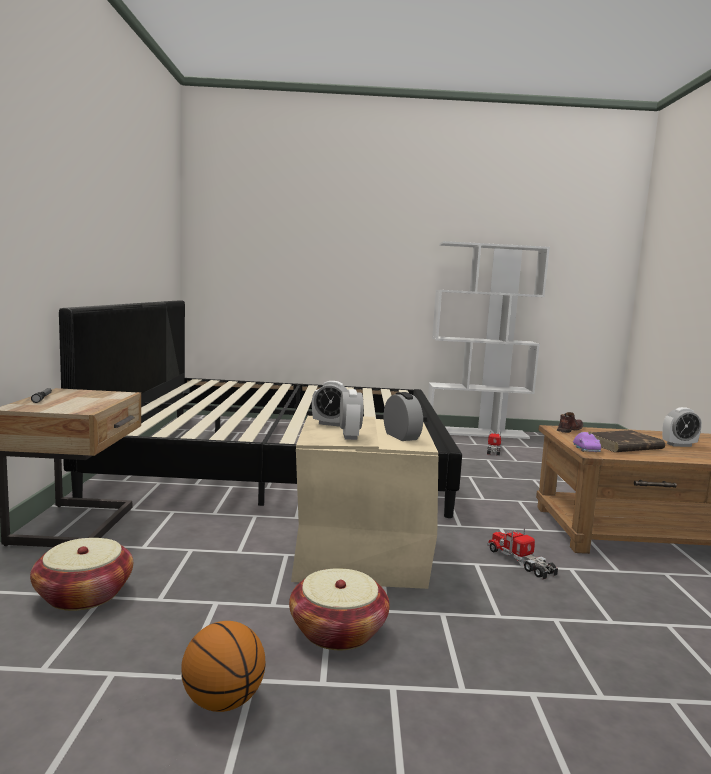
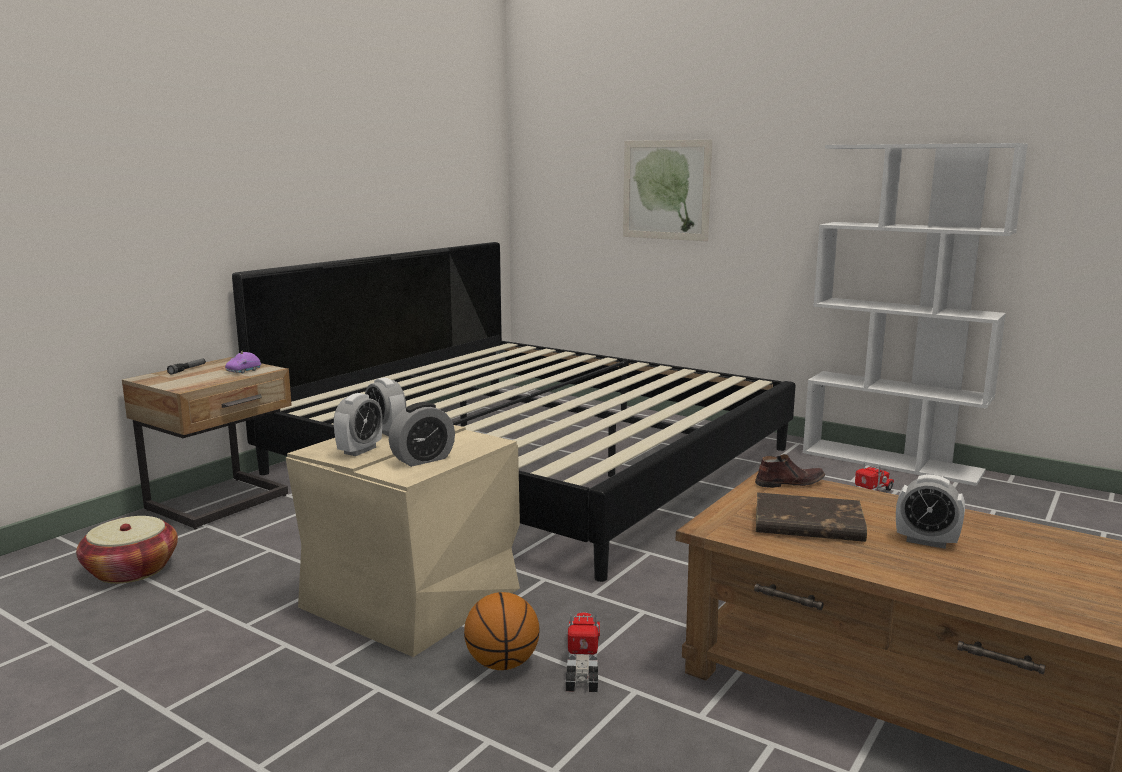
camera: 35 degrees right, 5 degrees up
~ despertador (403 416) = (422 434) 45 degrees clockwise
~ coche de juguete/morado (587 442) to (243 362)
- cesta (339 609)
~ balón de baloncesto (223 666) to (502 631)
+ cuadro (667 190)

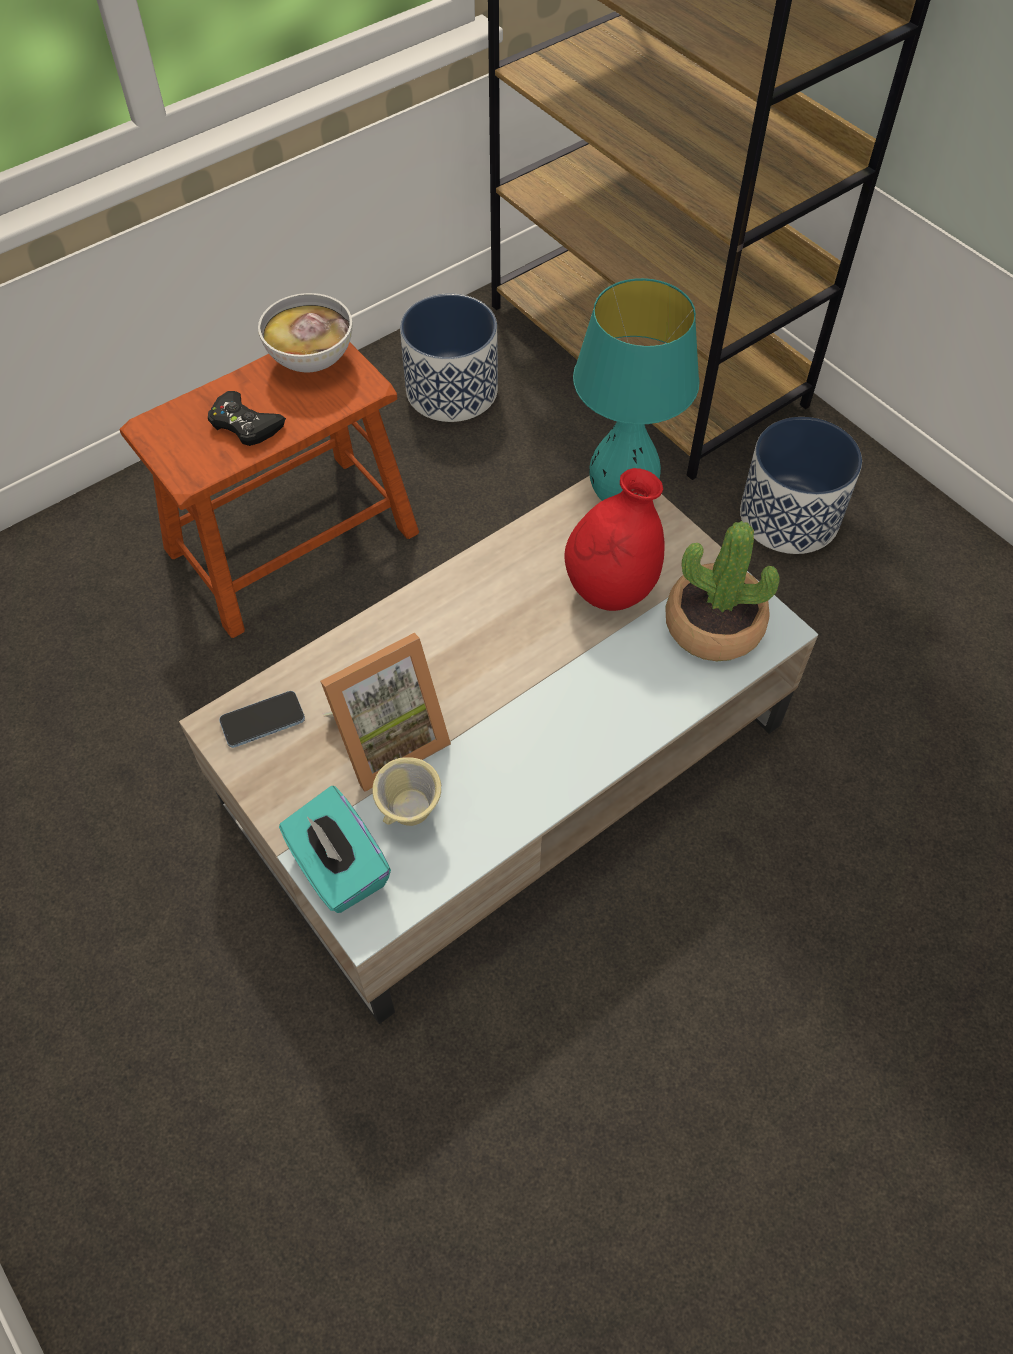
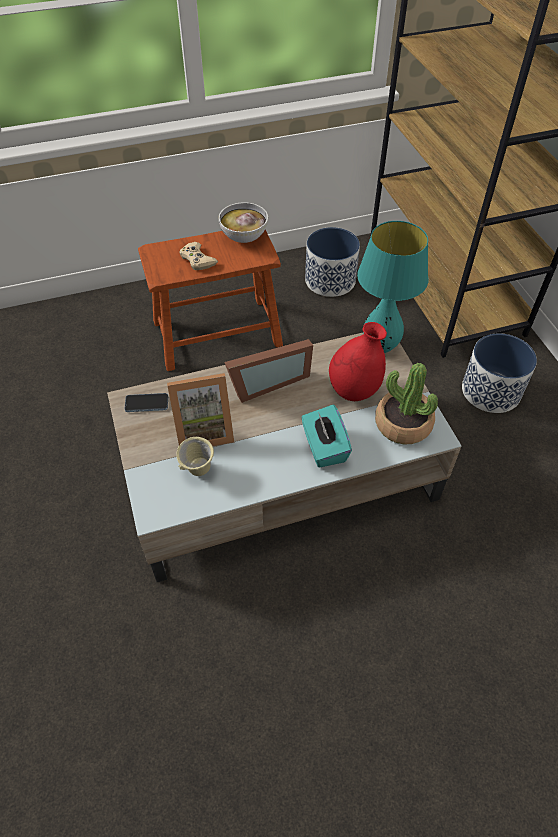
camera: 20 degrees right, 5 degrees down
~ mando de consola/negro (247 418) to mando de consola/beis (198 256)
~ caja de pañuelos/turquesa (335 849) to (326 436)
+ portarretratos (268 371)

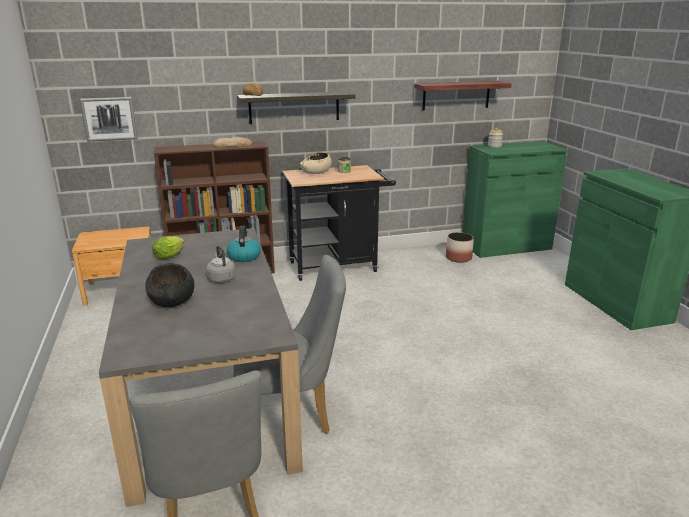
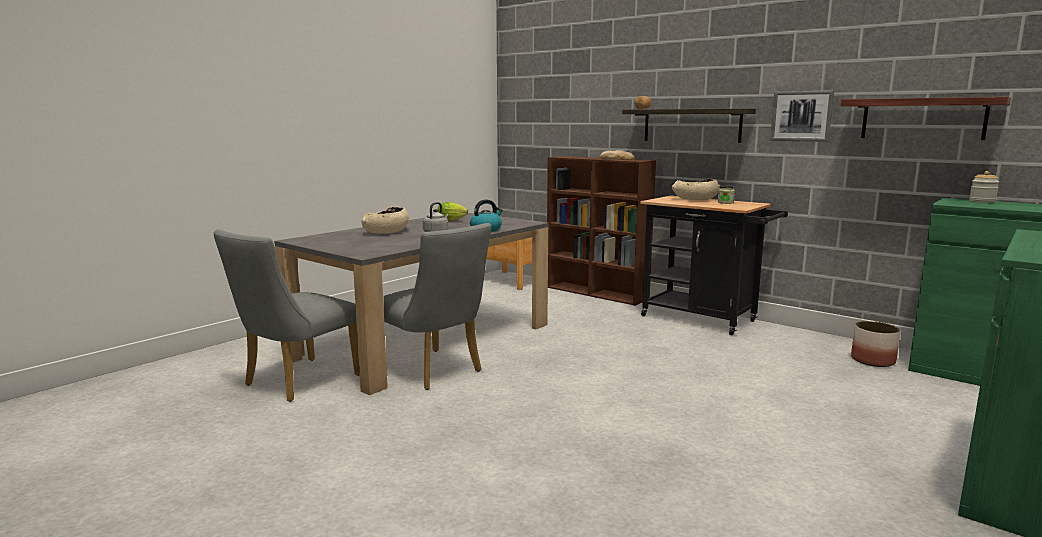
camera: 55 degrees right, 10 degrees down
~ cuadro (108 119) to (802 116)
~ cuenco/negro (169 285) to cuenco/beis (385 220)

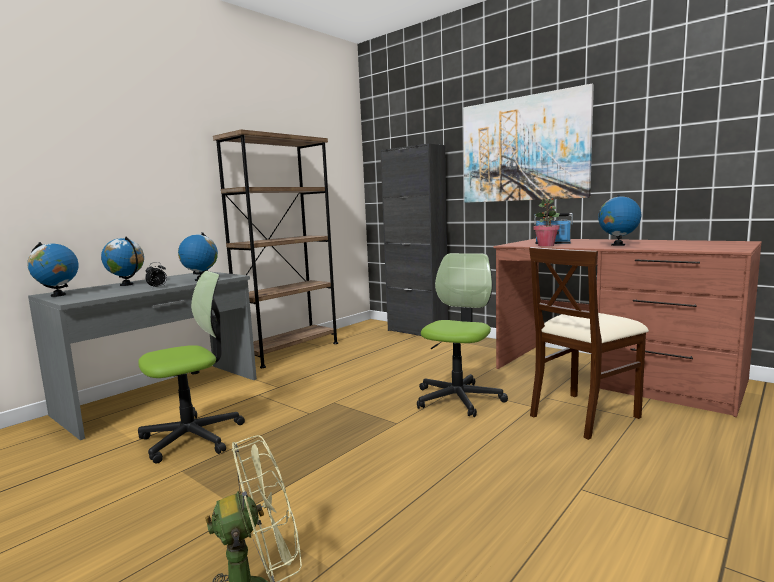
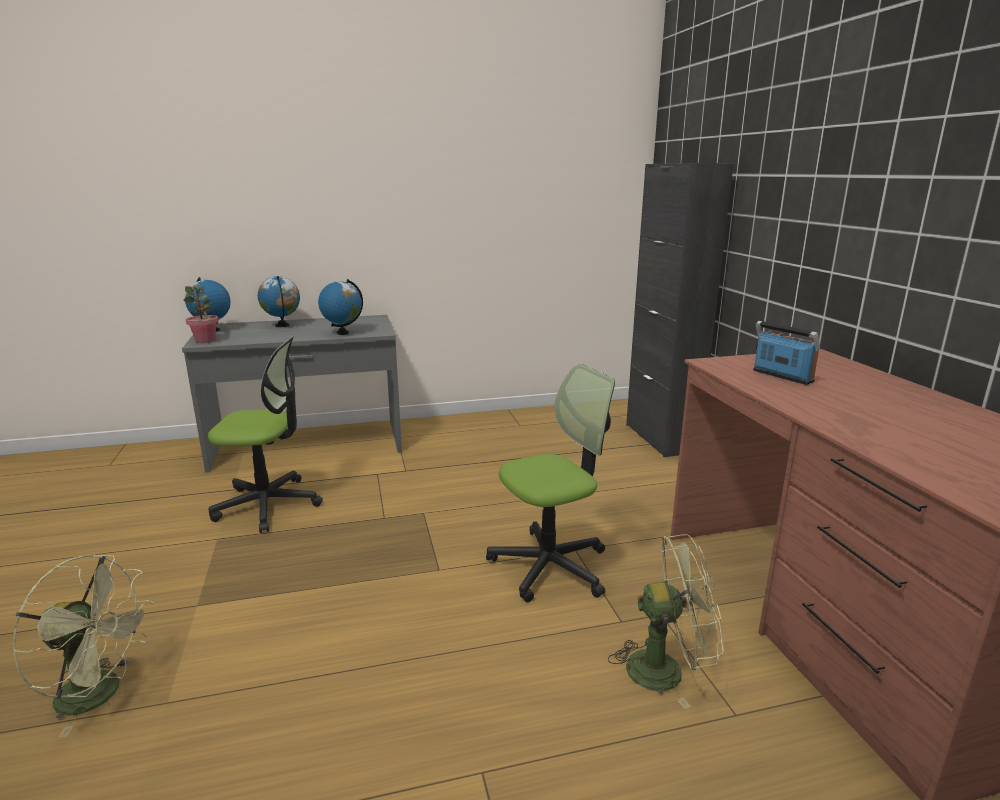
camera: 35 degrees right, 10 degrees up
- cuadro (528 143)
- estantería/marrón (275 248)
- globo terráqueo (619 220)
~ planta en maceta (546 222) to (201 314)
~ silla/beis (589 343) to ventilador/verde (666 621)
- despertador (156 275)

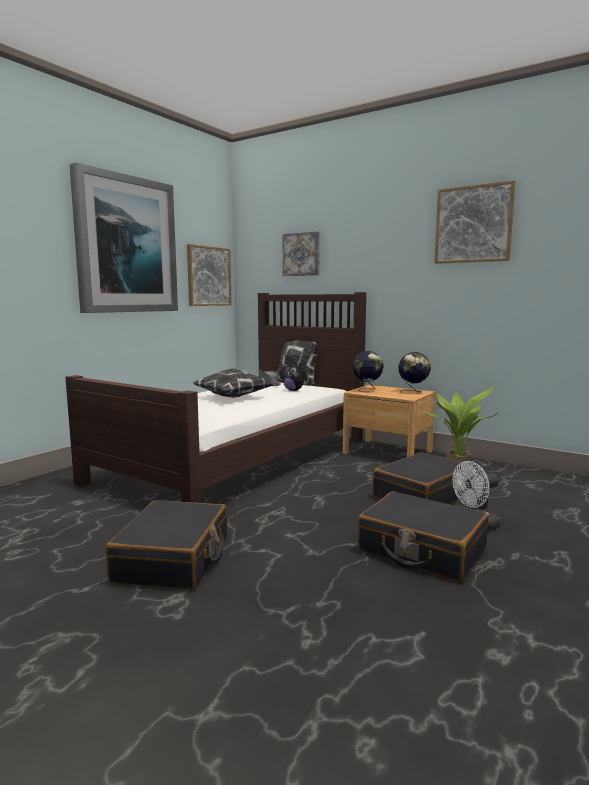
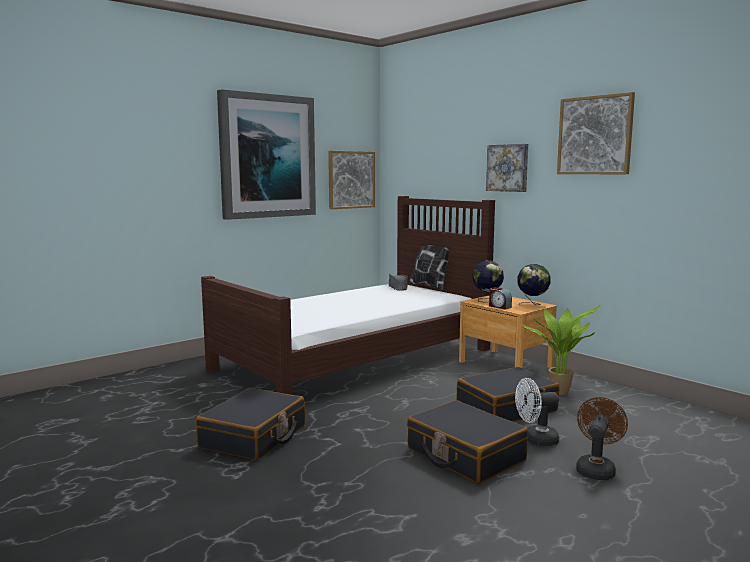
camera: 15 degrees right, 0 degrees up
~ cuadro (301 253) to (507 168)
- peluche (295 376)
- cojín (233 383)
+ despertador (500 298)
+ ventilador/marrón (602 438)

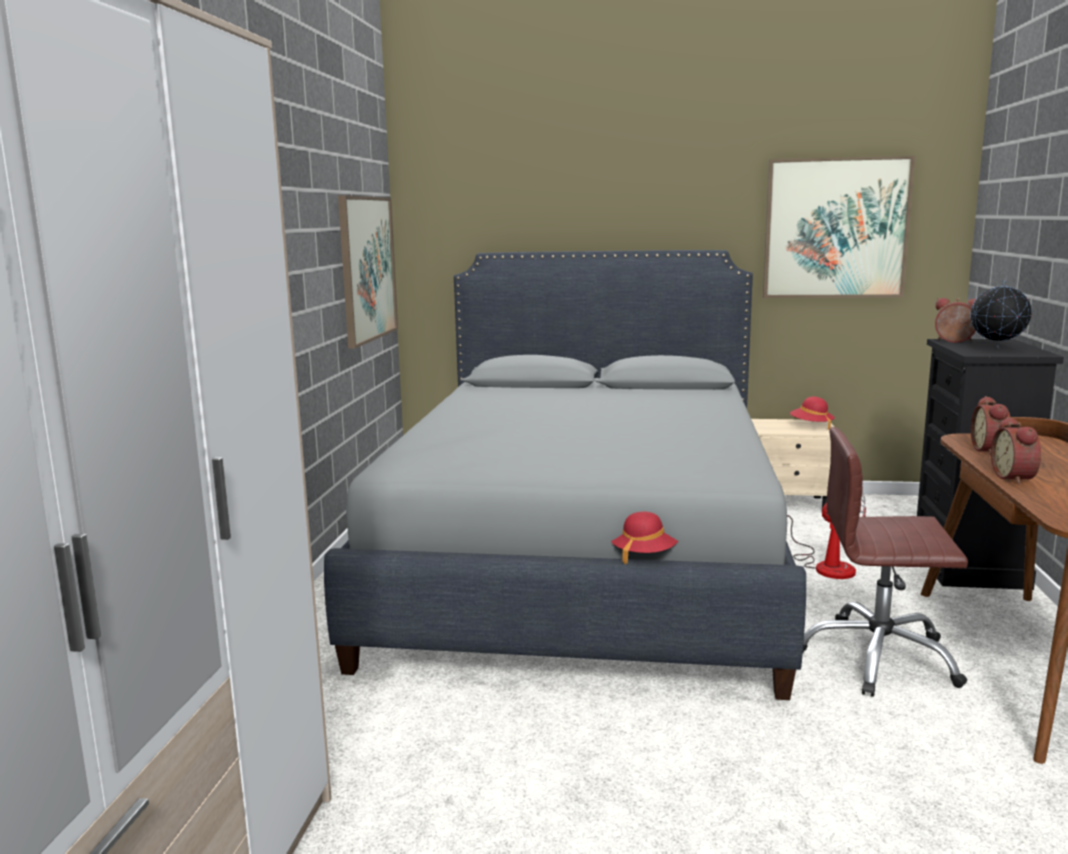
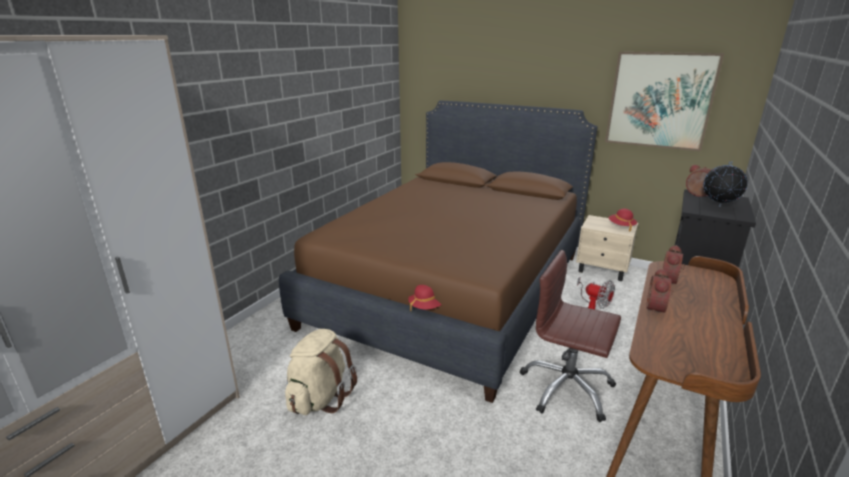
camera: 20 degrees right, 10 degrees up
- cuadro (368 271)
~ cama/gris (565 475) to cama/marrón (438 251)
+ mochila/beis (321 372)

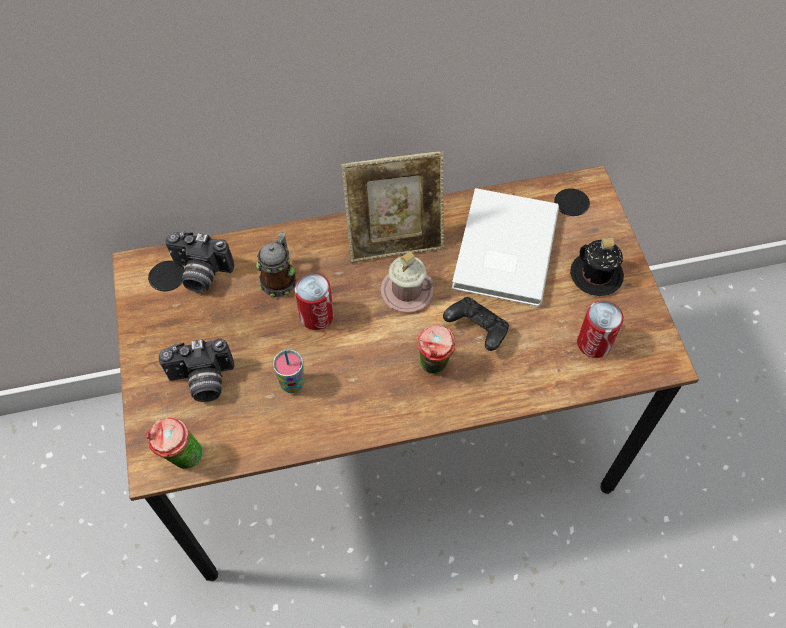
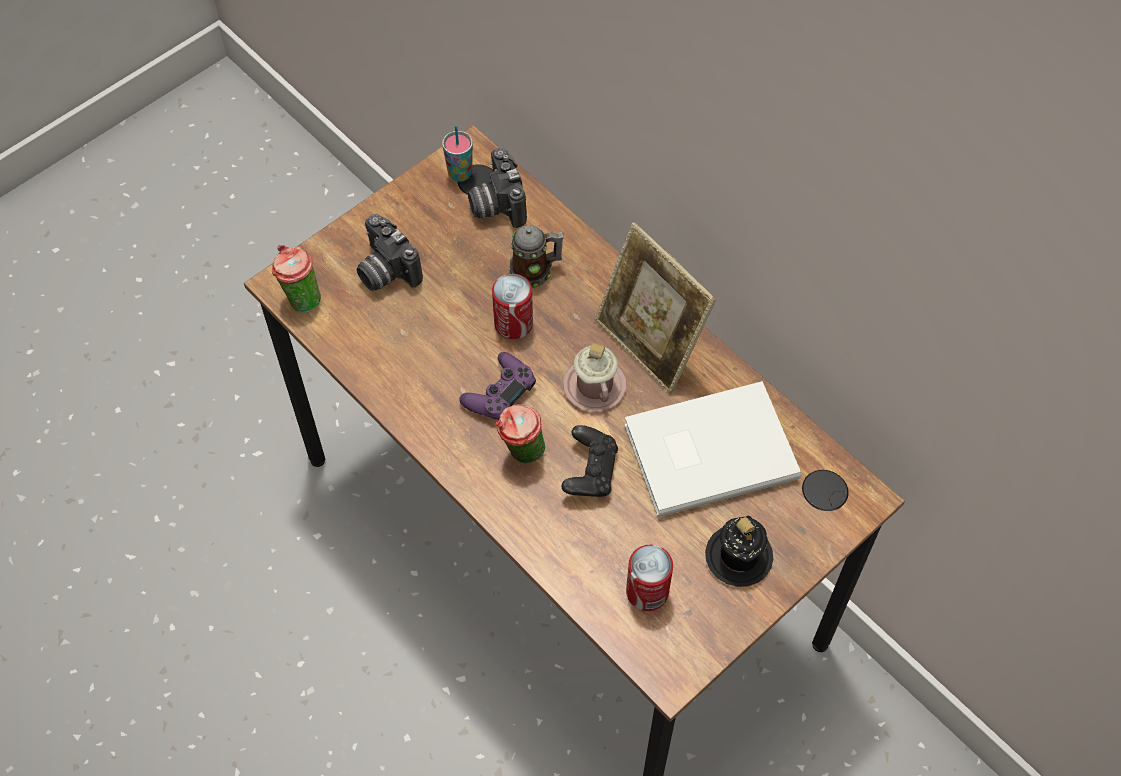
camera: 60 degrees right, 0 degrees up
~ taza (288 371) to (457 153)
+ mando de consola/morado (497 386)

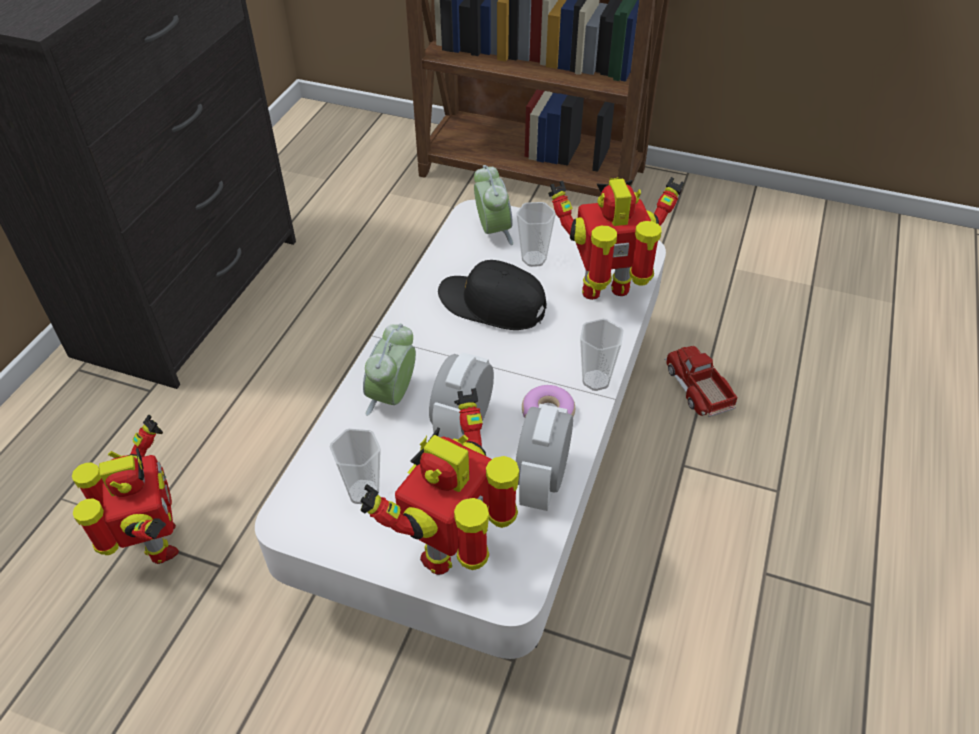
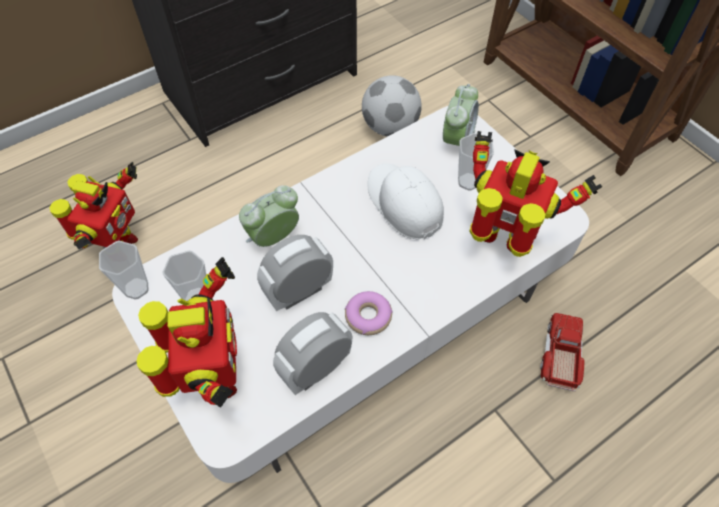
camera: 35 degrees right, 10 degrees up
~ gorra/negro (492 295) to gorra/blanco (406 202)
~ taza (602 355) to (124 270)
~ robot de juguete (439 481) = (187 332) 105 degrees clockwise
+ balón de fútbol (392 106)

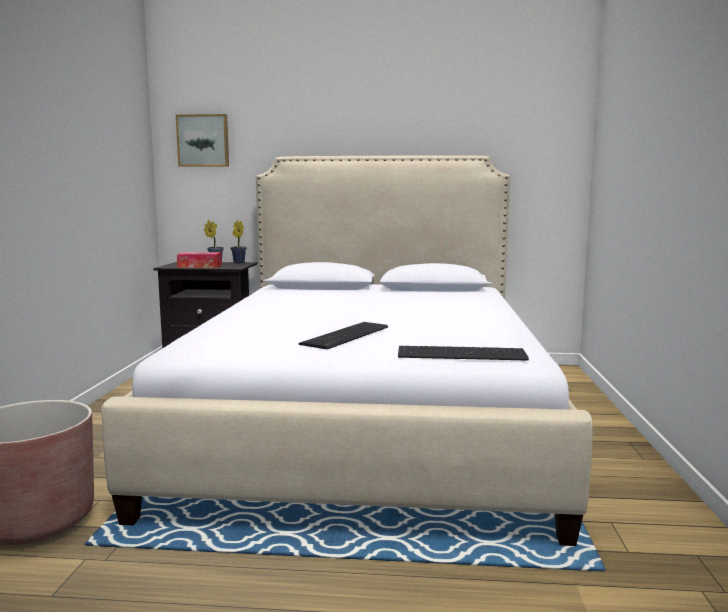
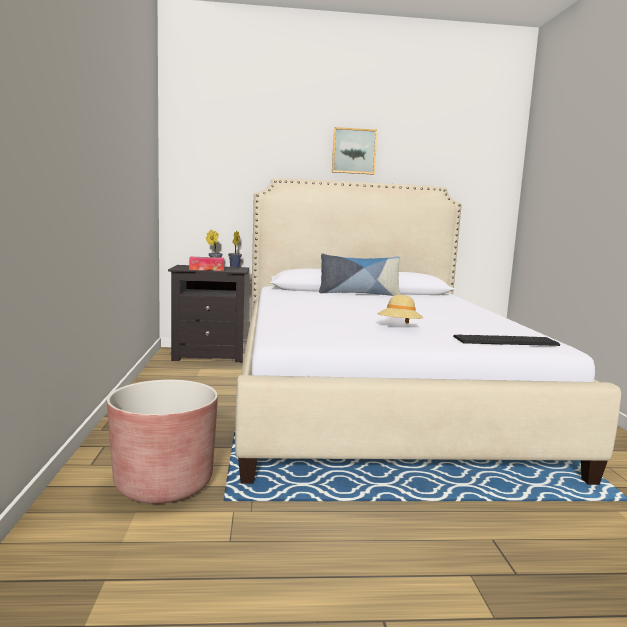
camera: 10 degrees left, 0 degrees up
~ cuadro (202 140) to (354 151)
~ teclado (343 335) to sombrero/beis (400 309)
+ cojín (359 275)

